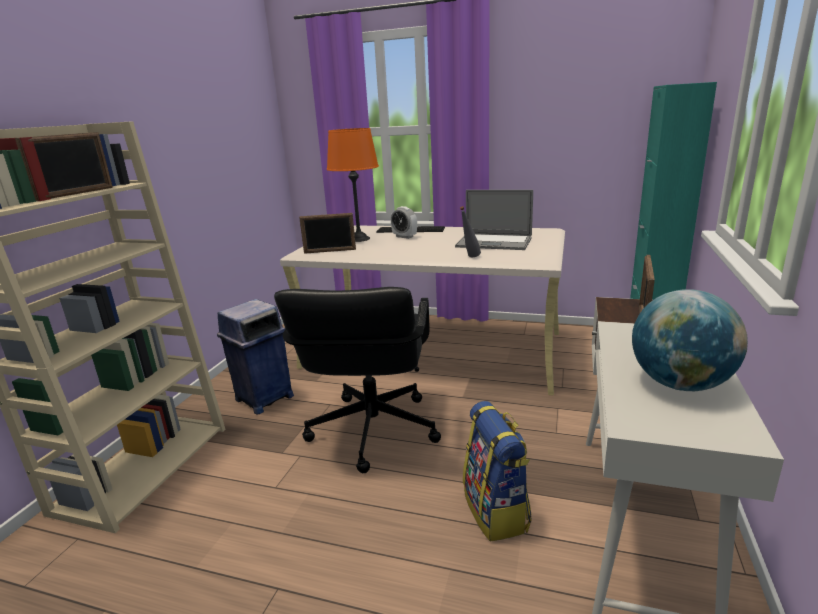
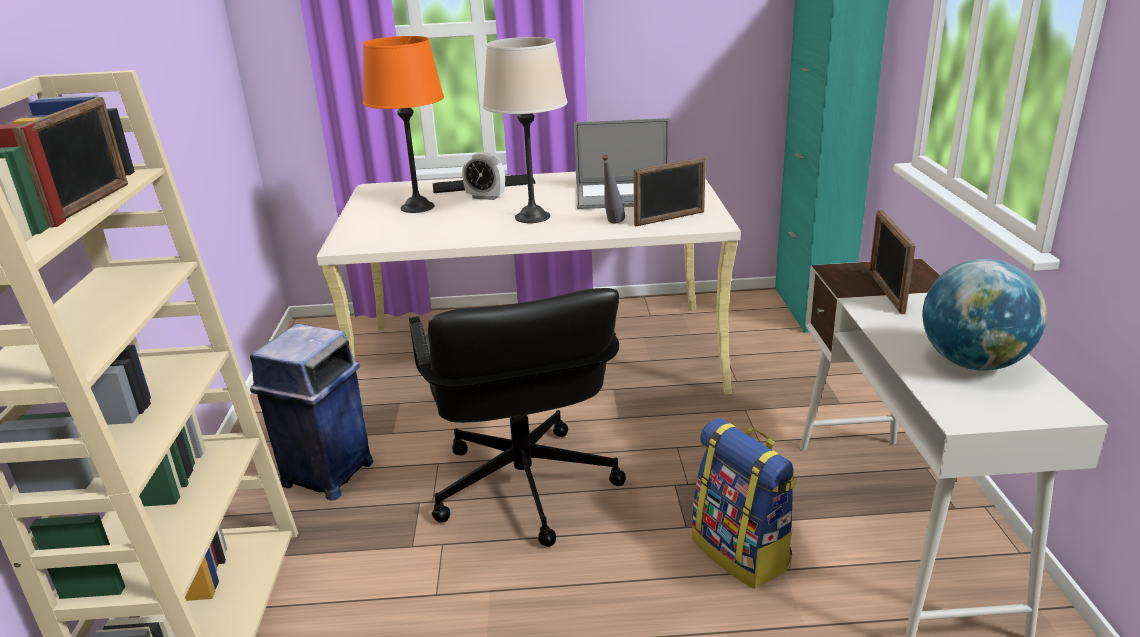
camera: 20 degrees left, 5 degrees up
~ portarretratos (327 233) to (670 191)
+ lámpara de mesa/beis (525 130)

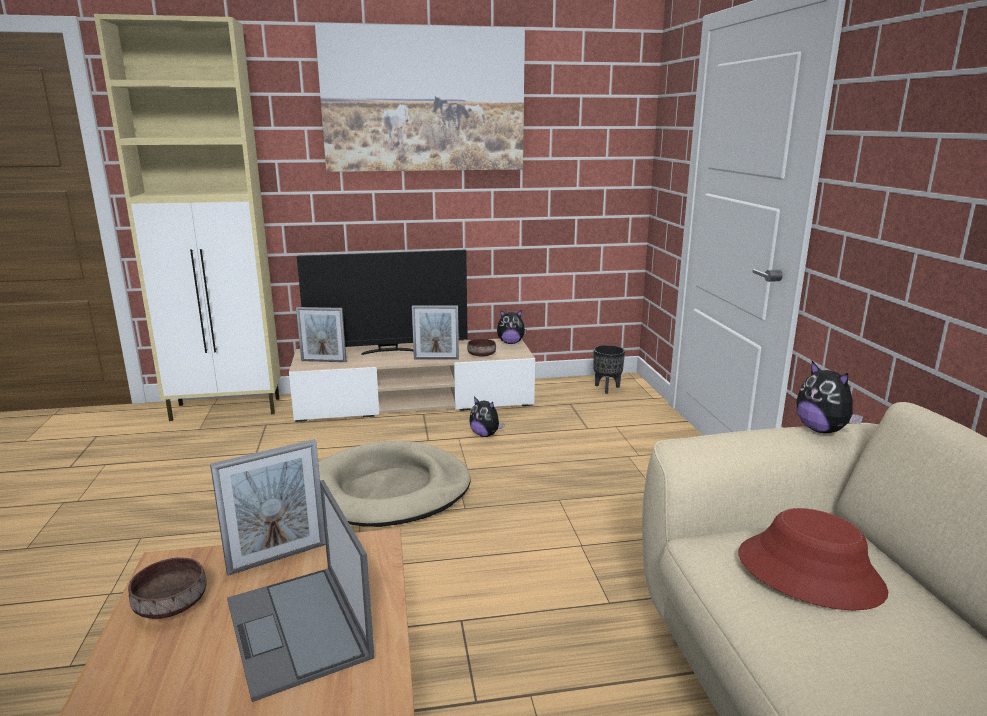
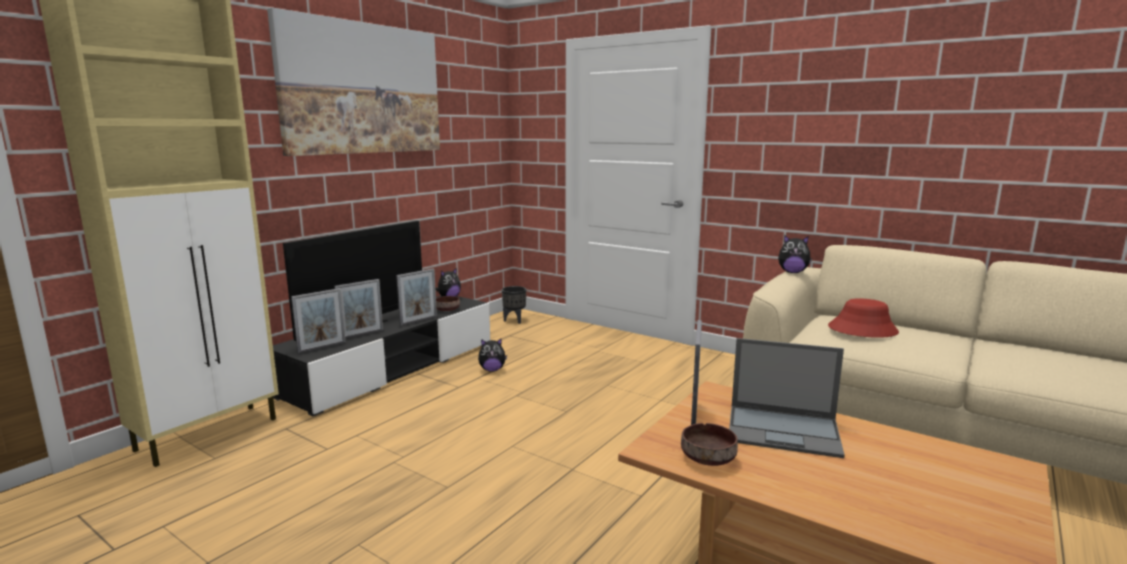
camera: 45 degrees left, 5 degrees down
~ mueble de televisión/beis (412 380) to mueble de televisión/negro (381 356)
- cama para perro/beis (394 484)
+ portarretratos (358 309)

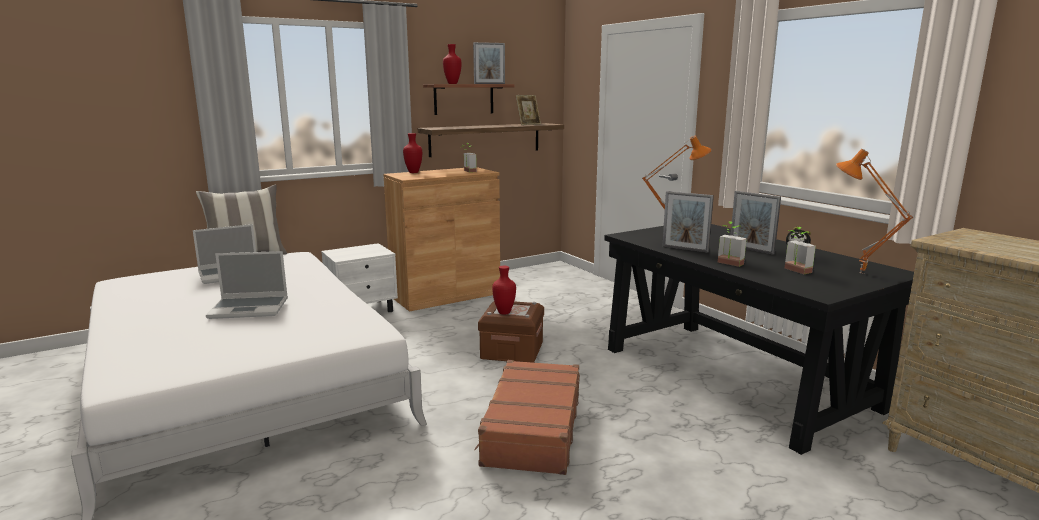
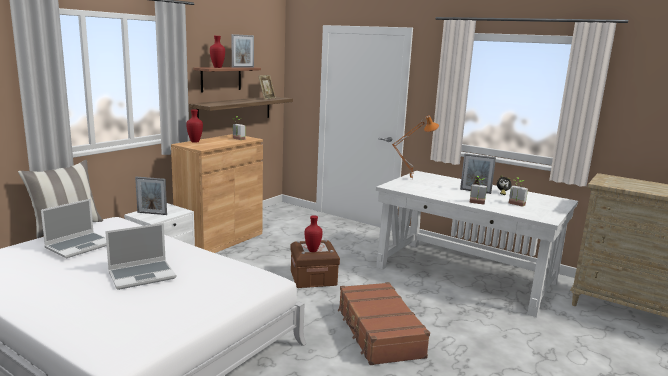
camera: 25 degrees left, 0 degrees up
- lámpara de mesa/naranja (874 211)
~ portarretratos (688 222) to (151 196)
~ escritorio/negro (759 339) to escritorio/blanco (477 244)

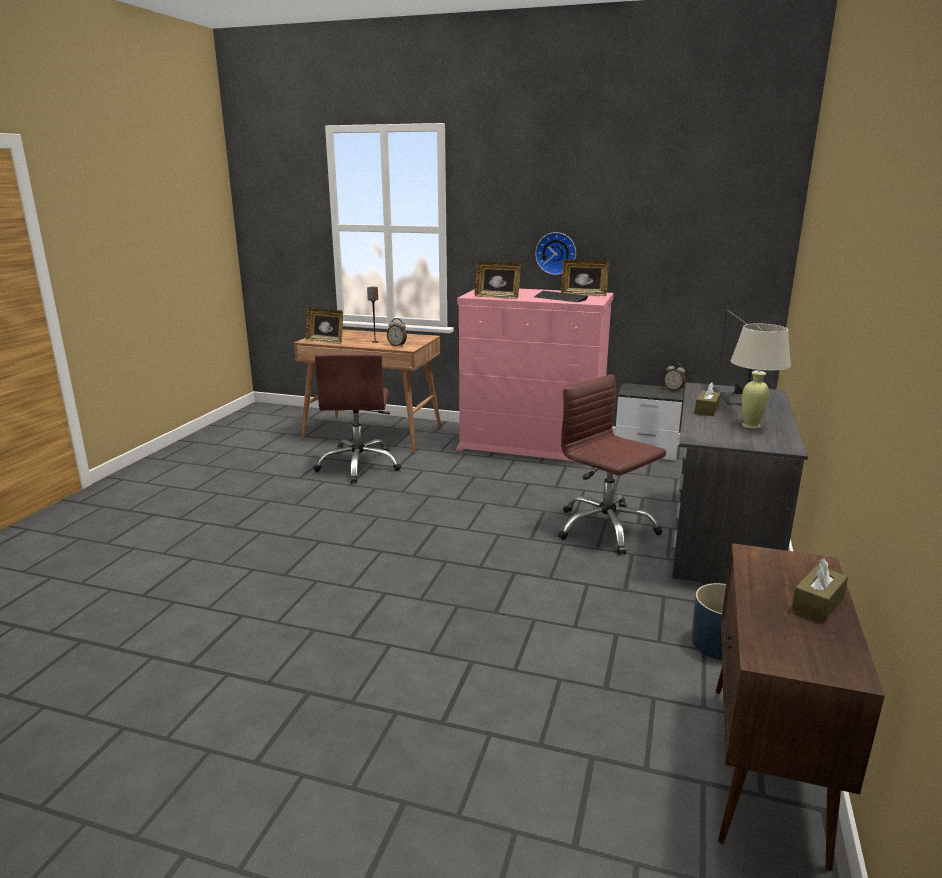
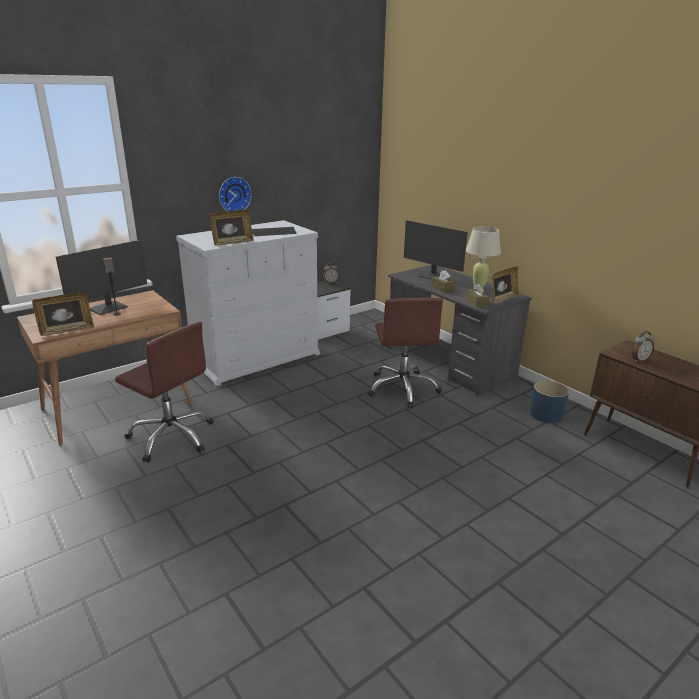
camera: 55 degrees left, 5 degrees up
~ portarretratos (585 278) to (506 285)
~ cómoda/rosa (535 375) to cómoda/blanco (248 303)
~ despertador (397 332) to (643 346)
~ silla de oficina/marrón (612 464) = (405 353) 90 degrees counterclockwise
~ caja de pañuelos/marrón (820 590) to (478 295)
+ monitor (101 277)

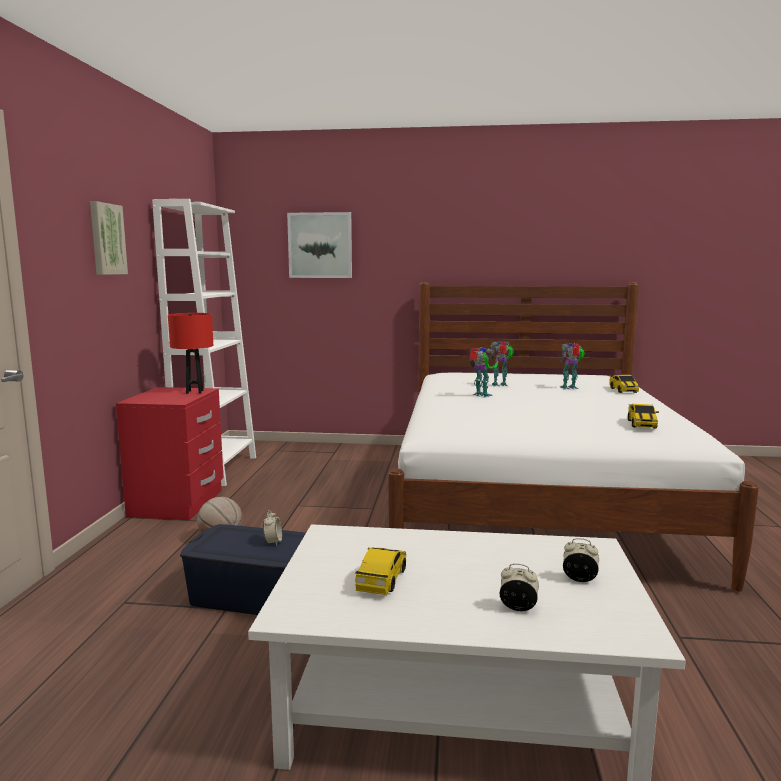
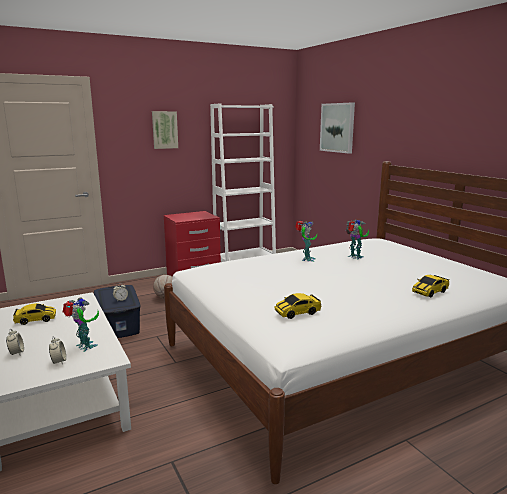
camera: 55 degrees right, 5 degrees up
- lámpara de mesa/rojo (190 353)
~ robot de juguete (572 366) to (81 324)

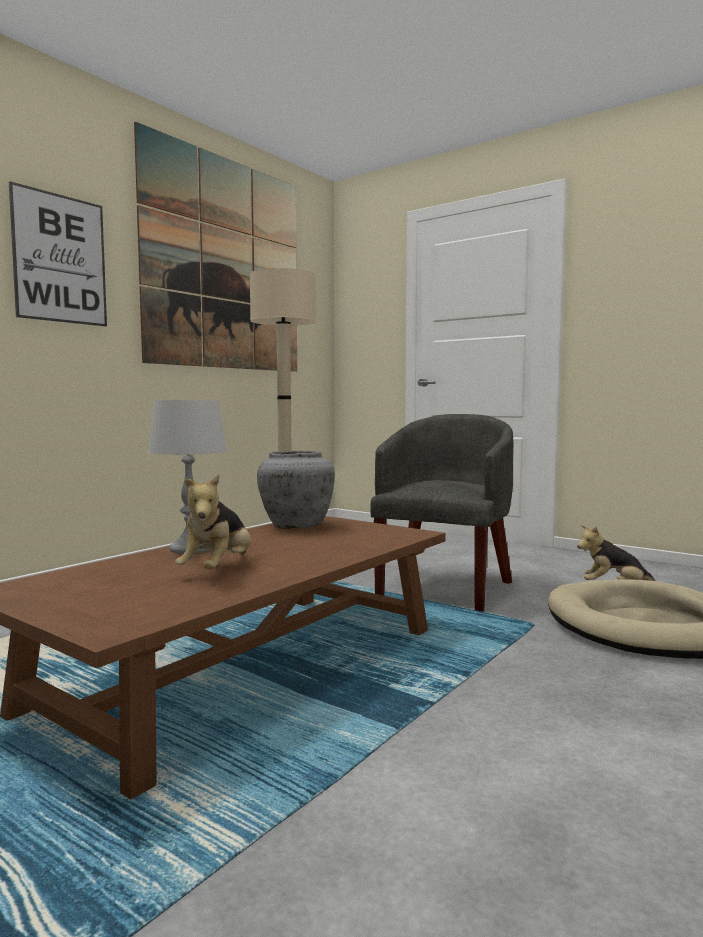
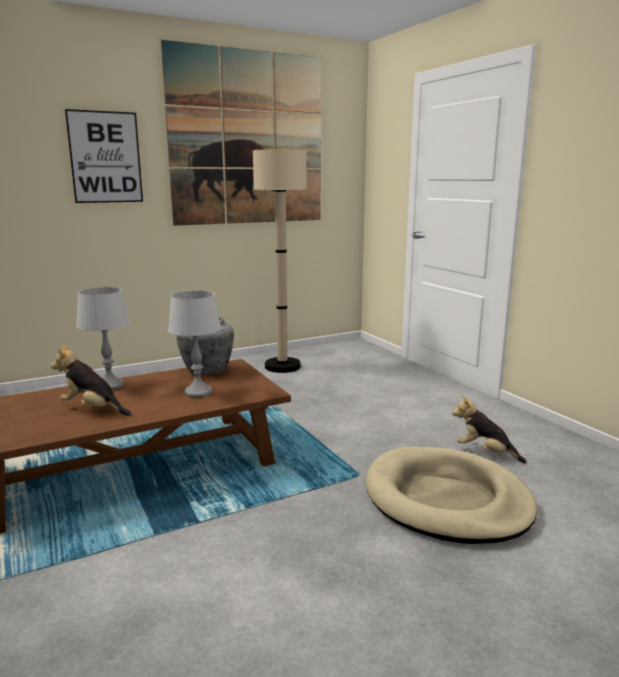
camera: 25 degrees right, 10 degrees up
- sillón/gris (442 513)
~ peluche (213 521) = (91 380) 75 degrees clockwise
+ lámpara de mesa/gris (194 344)

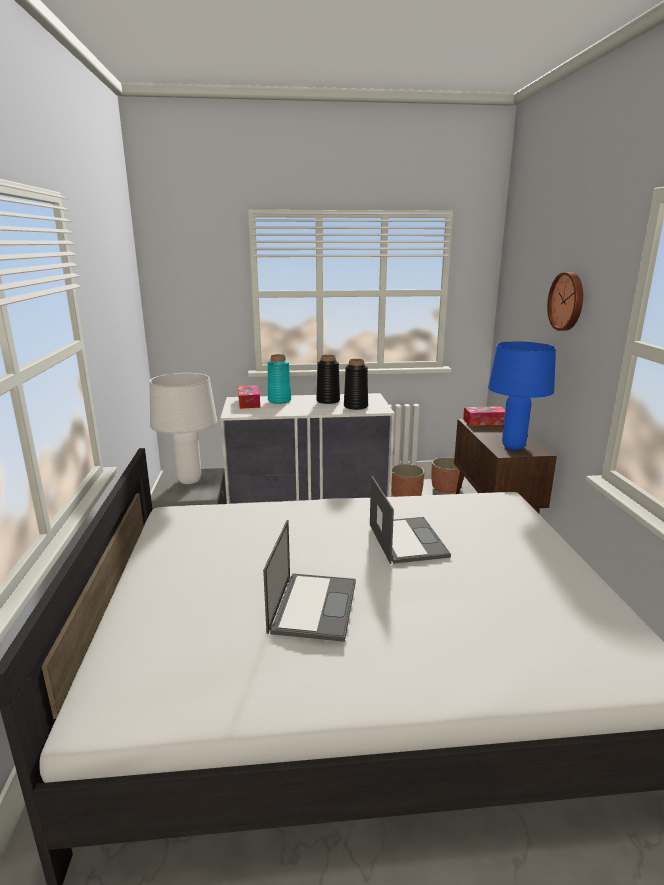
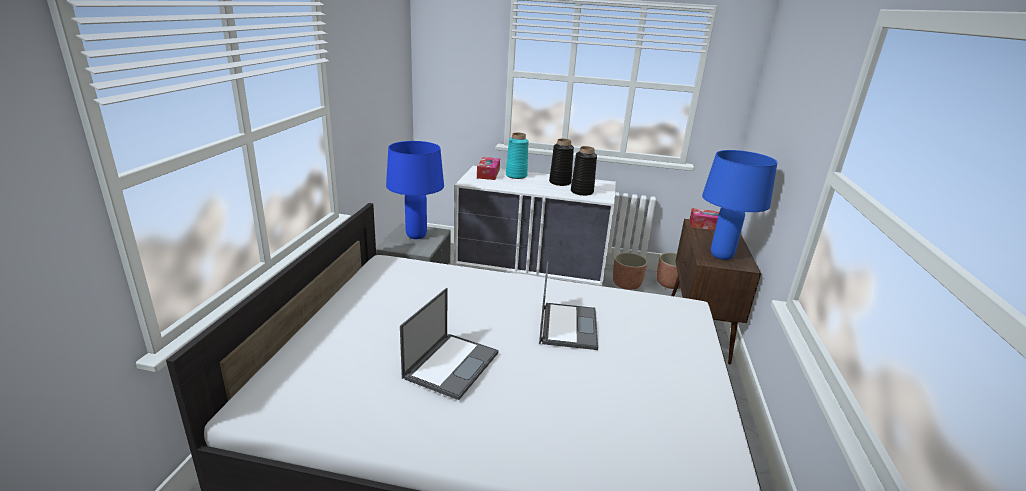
camera: 15 degrees right, 5 degrees up
- reloj de pared (565 301)
~ lámpara de mesa/blanco (183 428) to lámpara de mesa/azul (415 190)

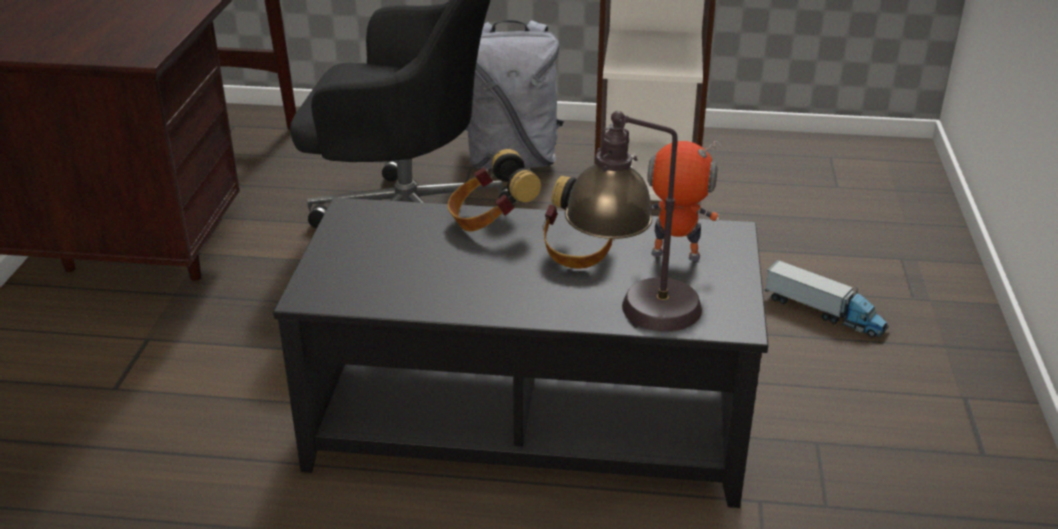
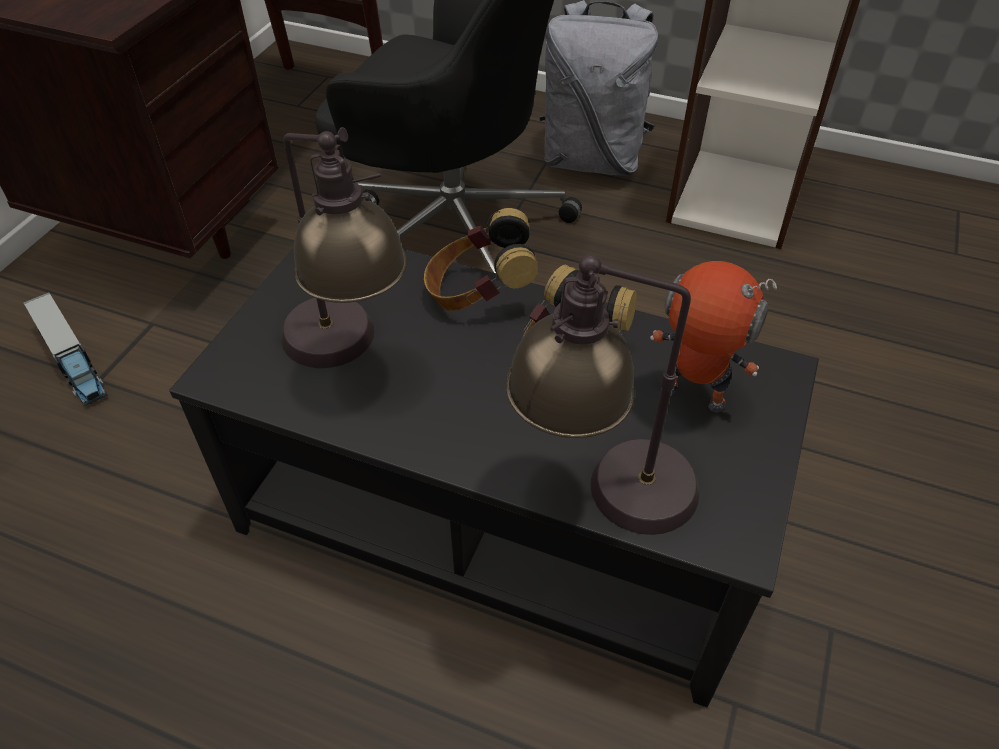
camera: 15 degrees right, 15 degrees up
~ camión de juguete (827 298) to (65 349)
+ lámpara de mesa (344 247)

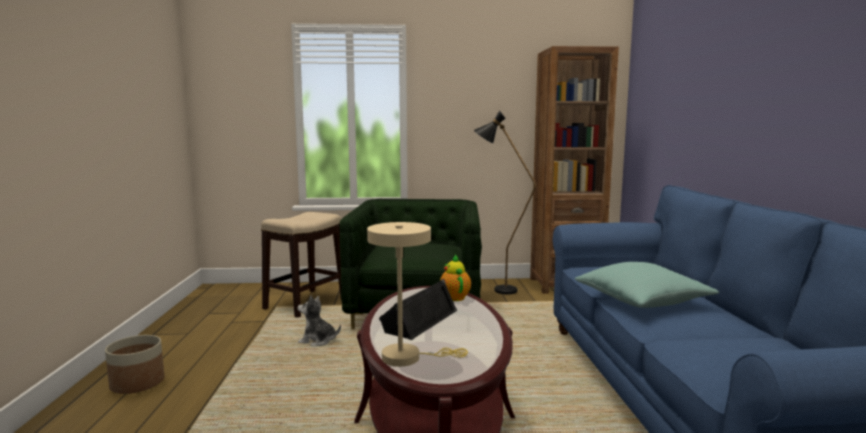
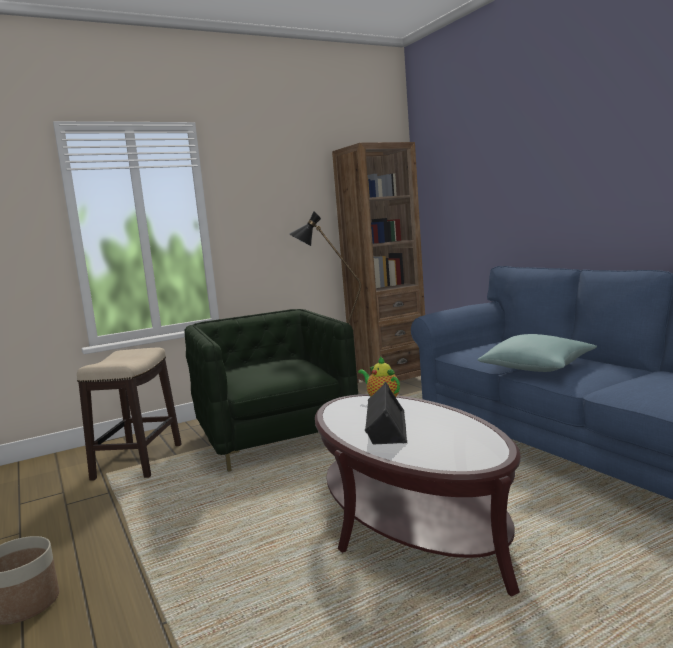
camera: 25 degrees left, 0 degrees up
- lámpara de mesa/beis (417 294)
- peluche (319 320)

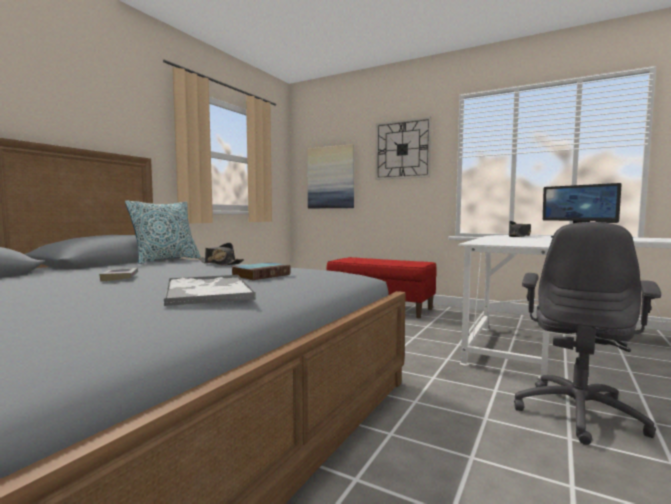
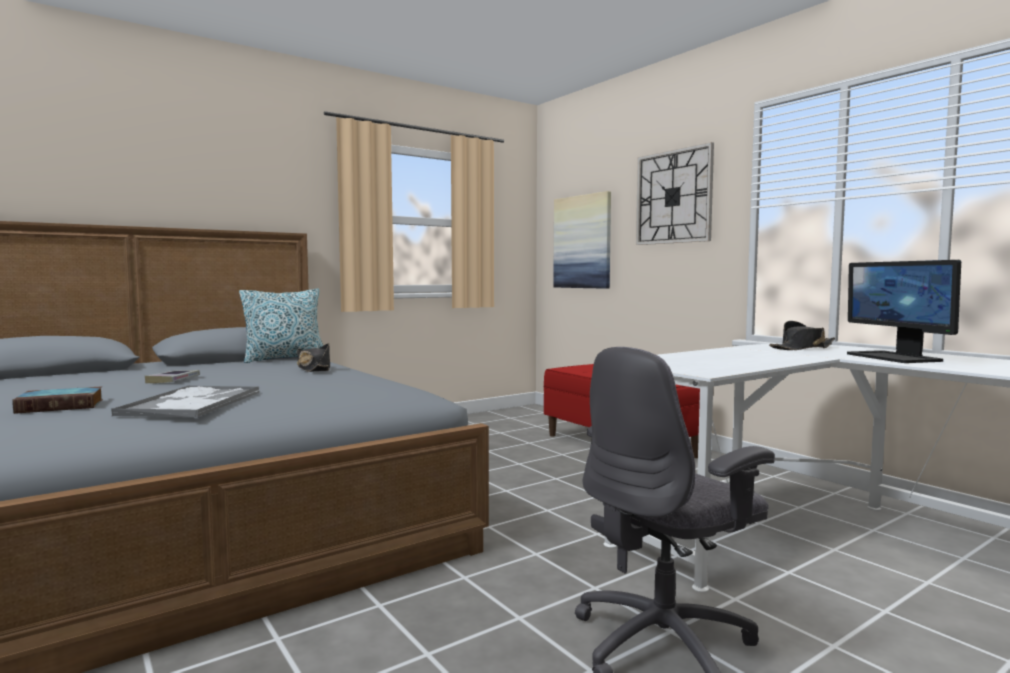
camera: 25 degrees right, 0 degrees up
~ libro (260 271) to (57 400)

